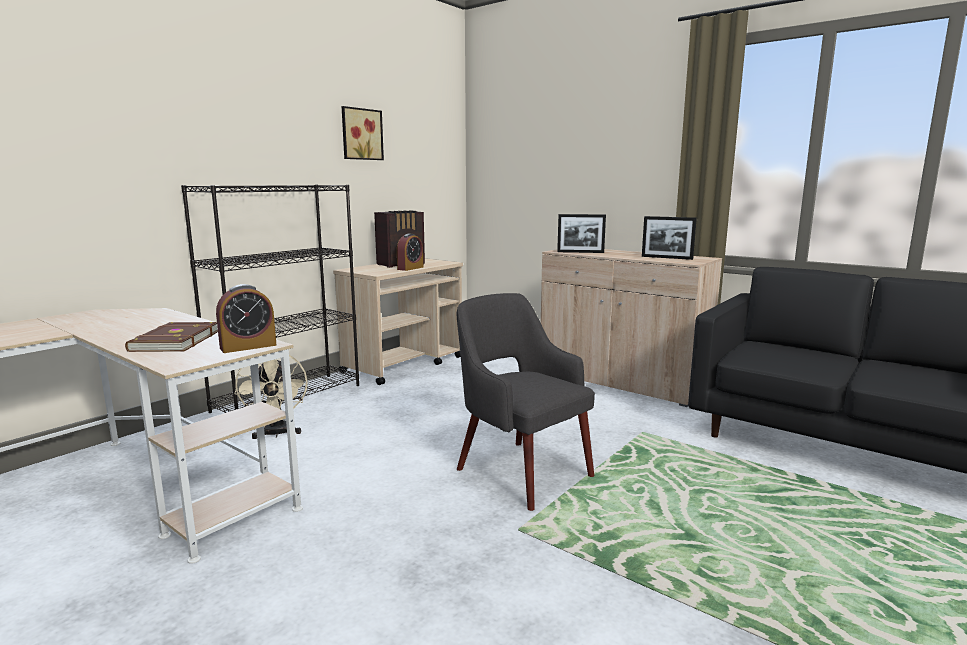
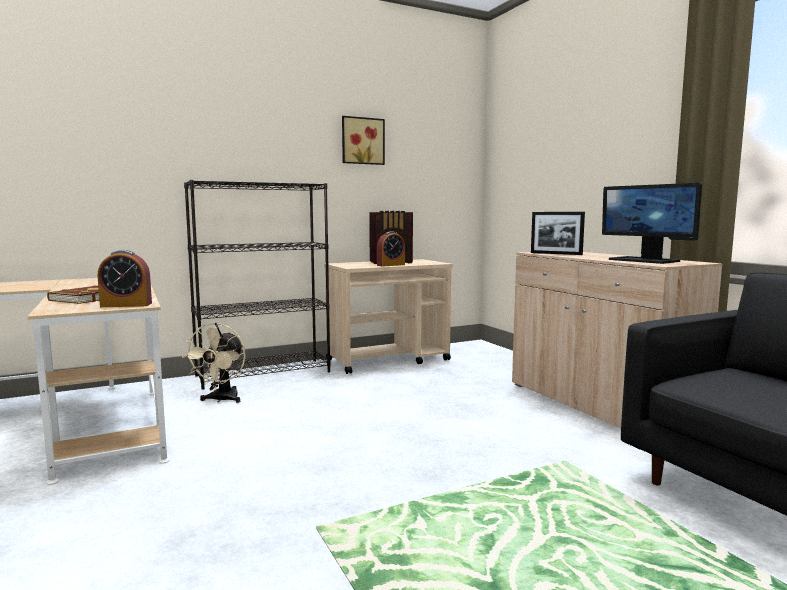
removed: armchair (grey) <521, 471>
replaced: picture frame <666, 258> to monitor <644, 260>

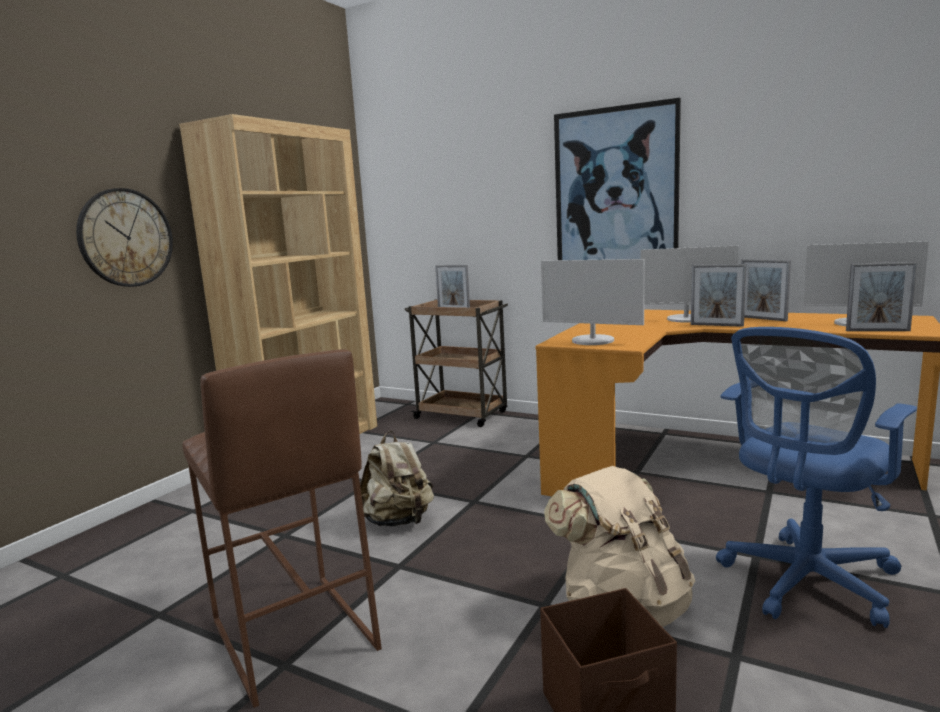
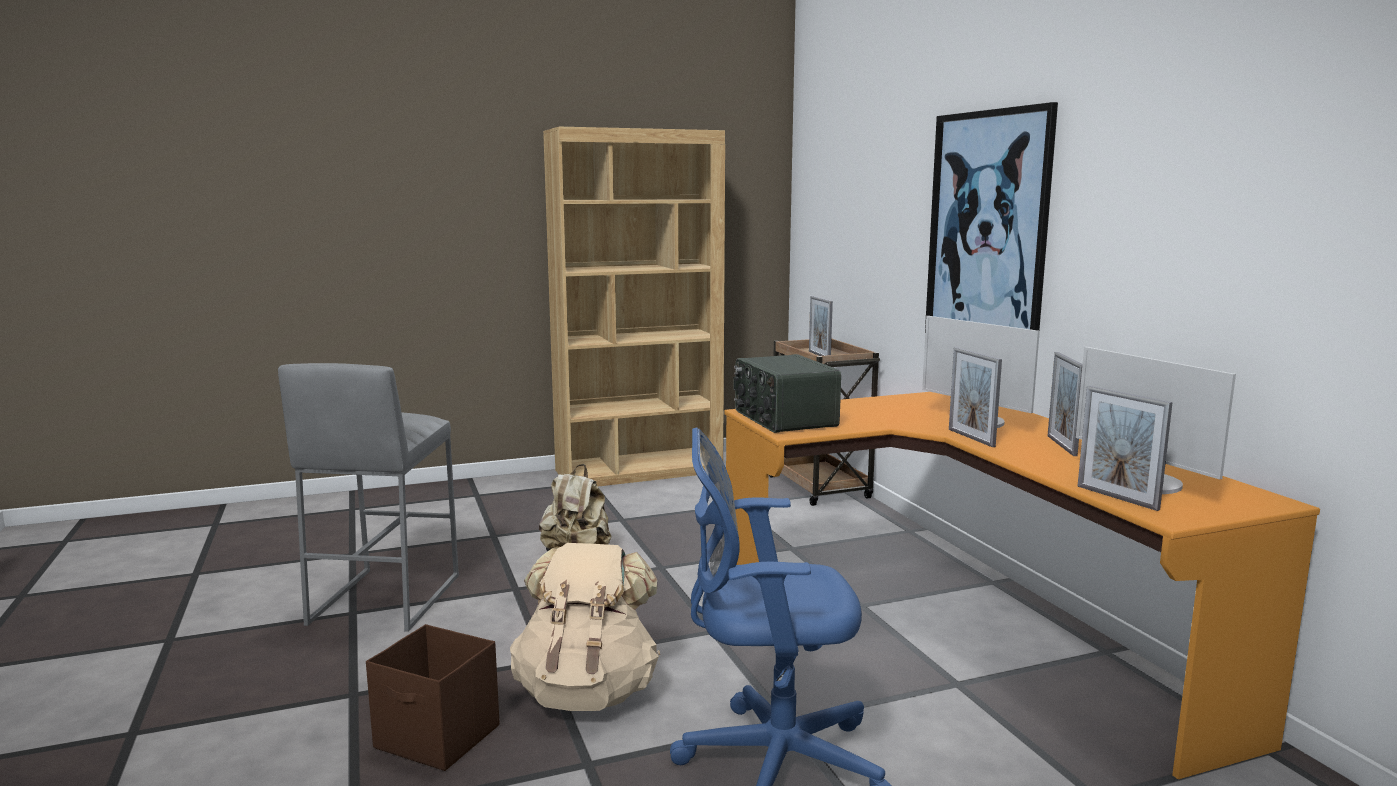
removed: wall clock <126, 238>
replaced: monitor <593, 341> to radio <783, 419>
recoloured: stool (brown) <292, 636> to stool (grey) <383, 599>

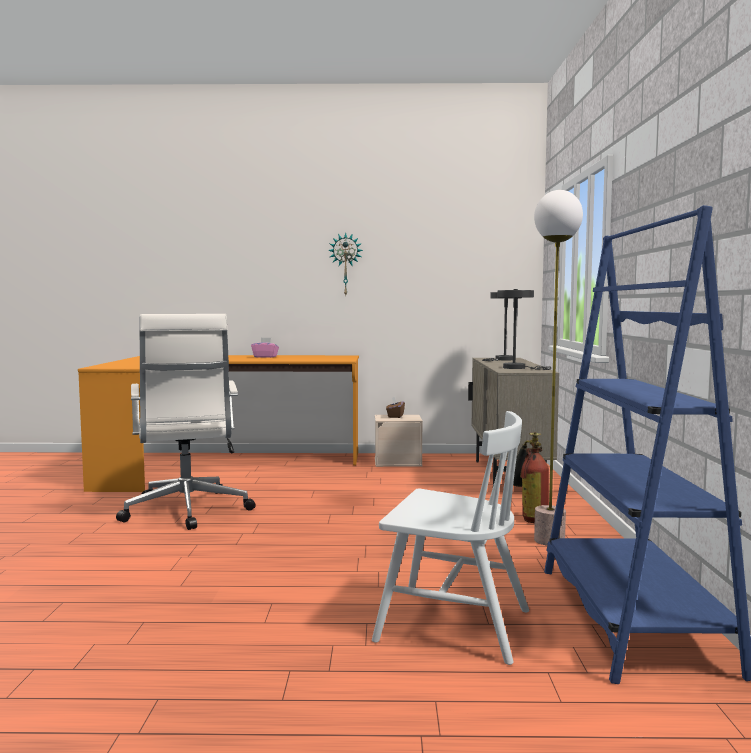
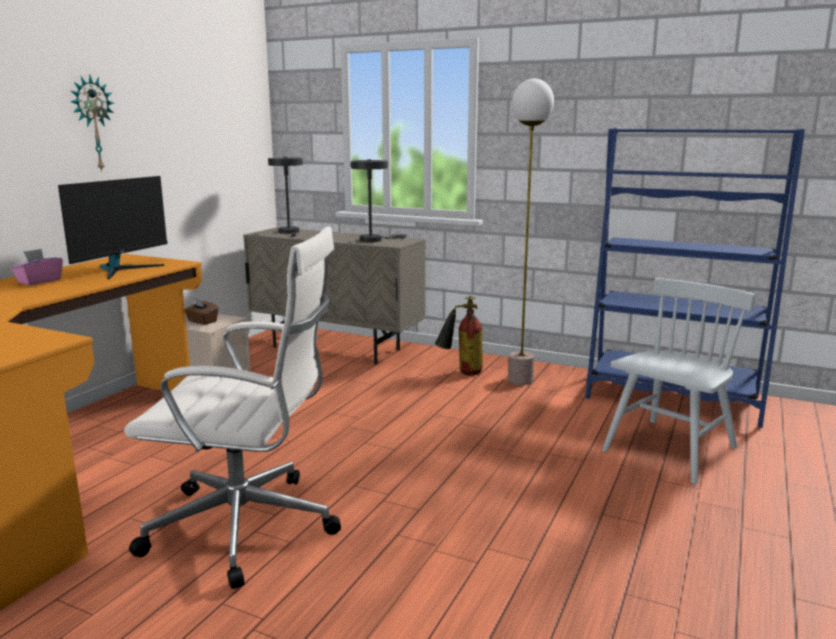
added: monitor <121, 270>

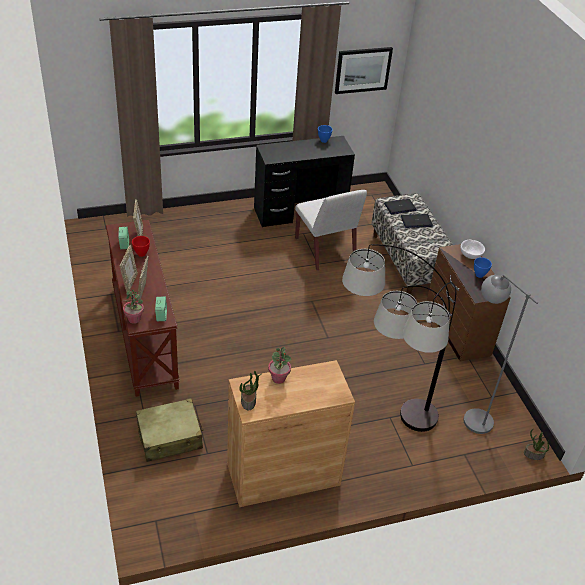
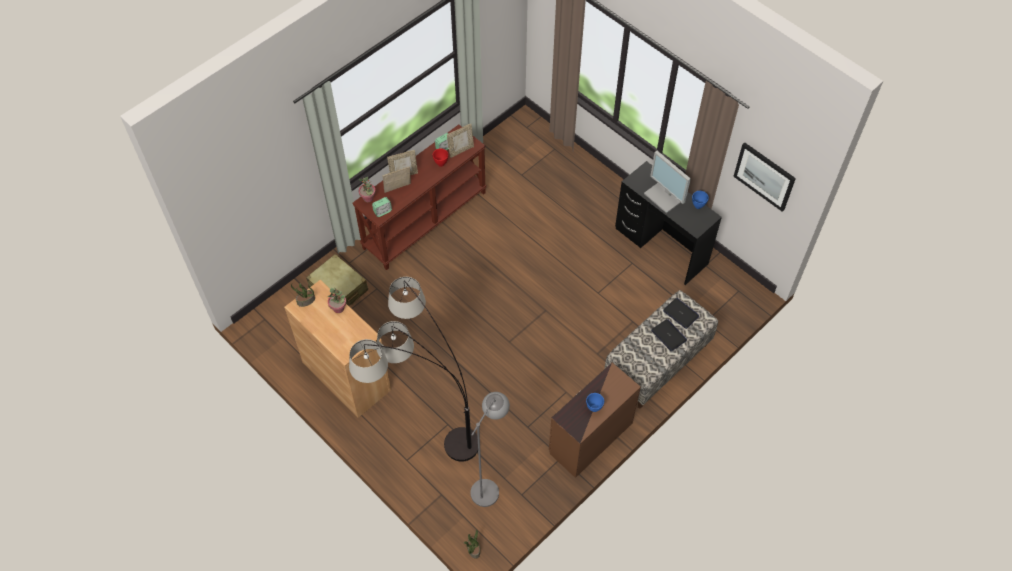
removed: chair (white) <325, 250>; bowl (white) <470, 255>
added: monitor <666, 196>

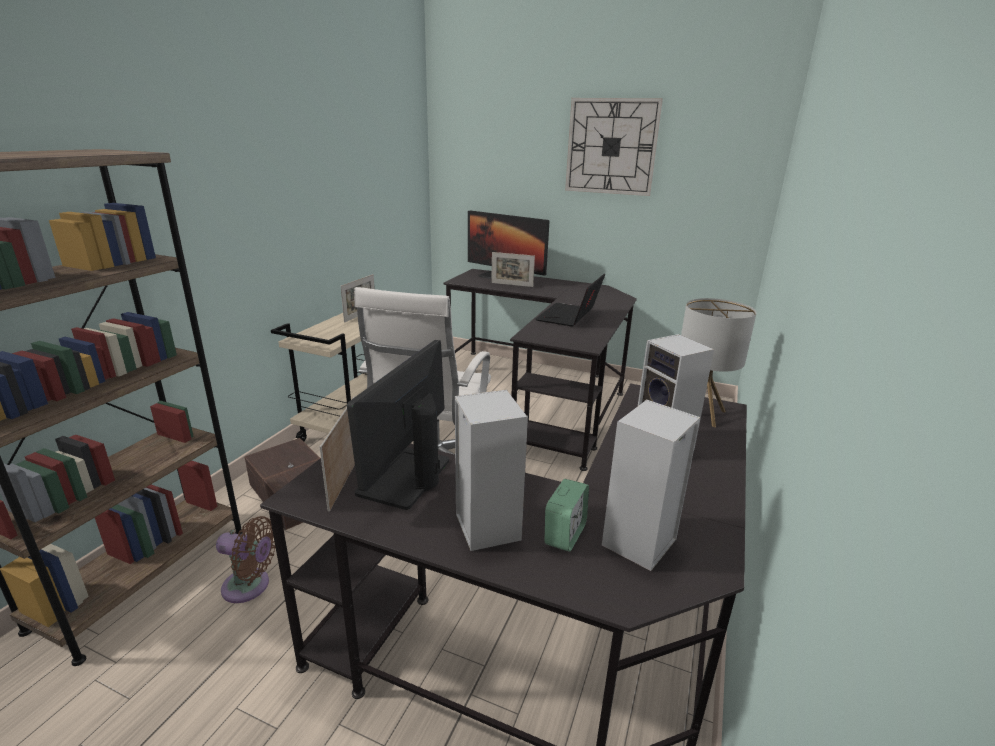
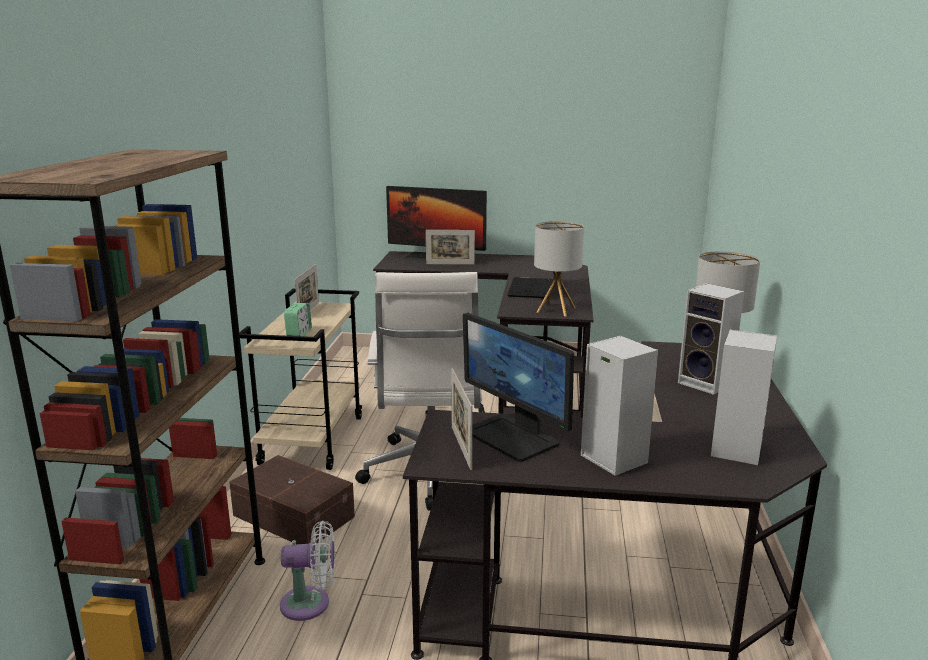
removed: wall clock <611, 147>
added: table lamp <555, 310>
moved: alarm clock <565, 534> to <299, 333>
recoloured: fan (brown) <250, 586> to fan (white) <310, 604>
turned: monitor <406, 477> = <512, 437> 45 degrees counterclockwise

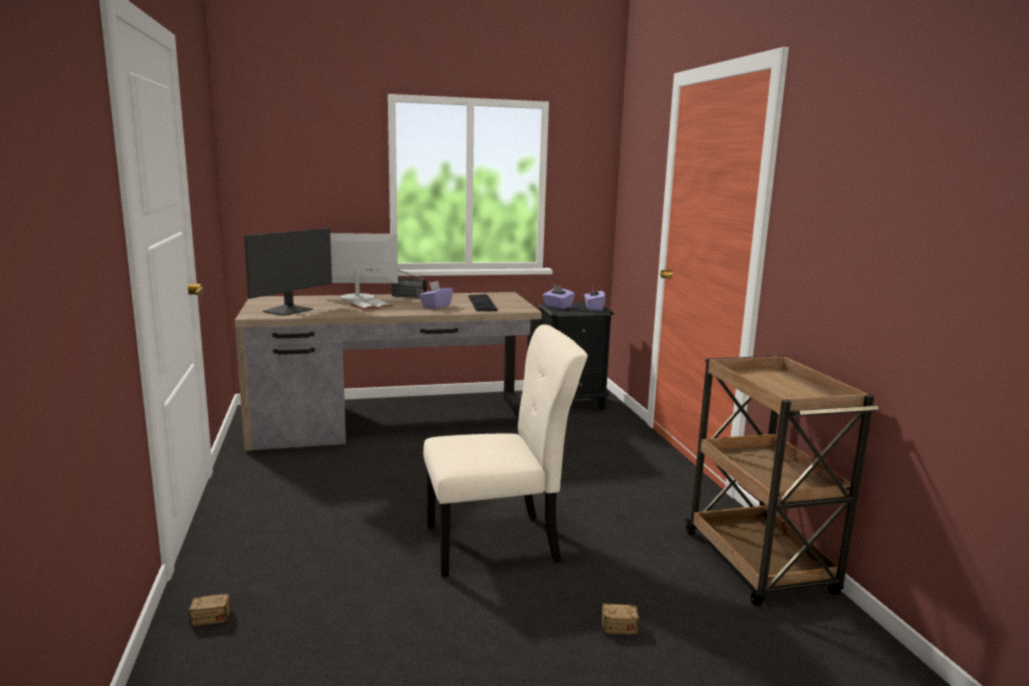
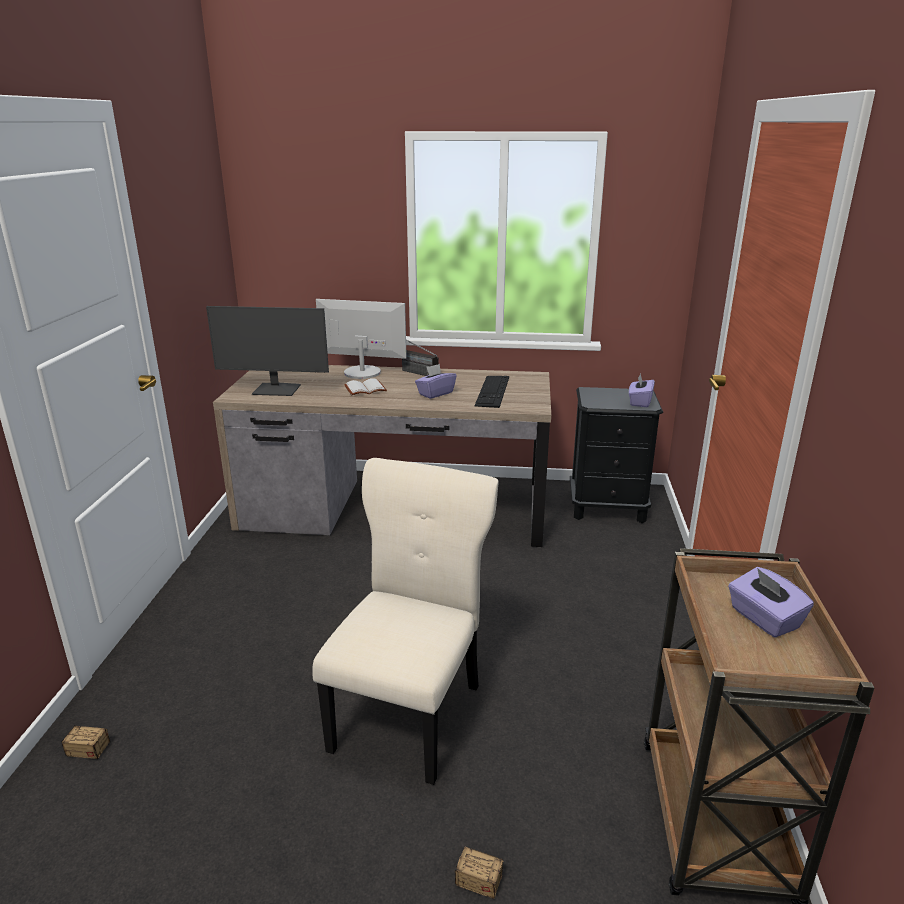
moved: tissue box (purple) <558, 306> to <763, 619>
turned: monitor <289, 310> = <276, 390> 45 degrees clockwise; chair (beige) <498, 544> = <411, 712> 75 degrees counterclockwise

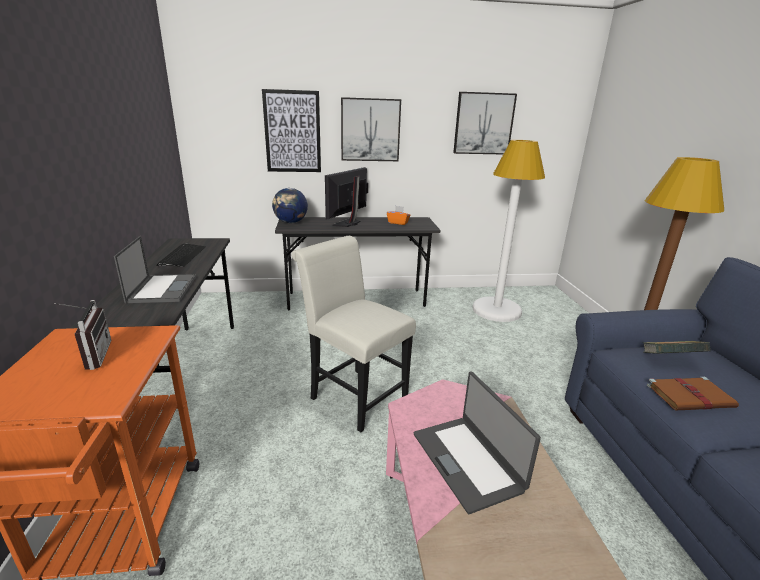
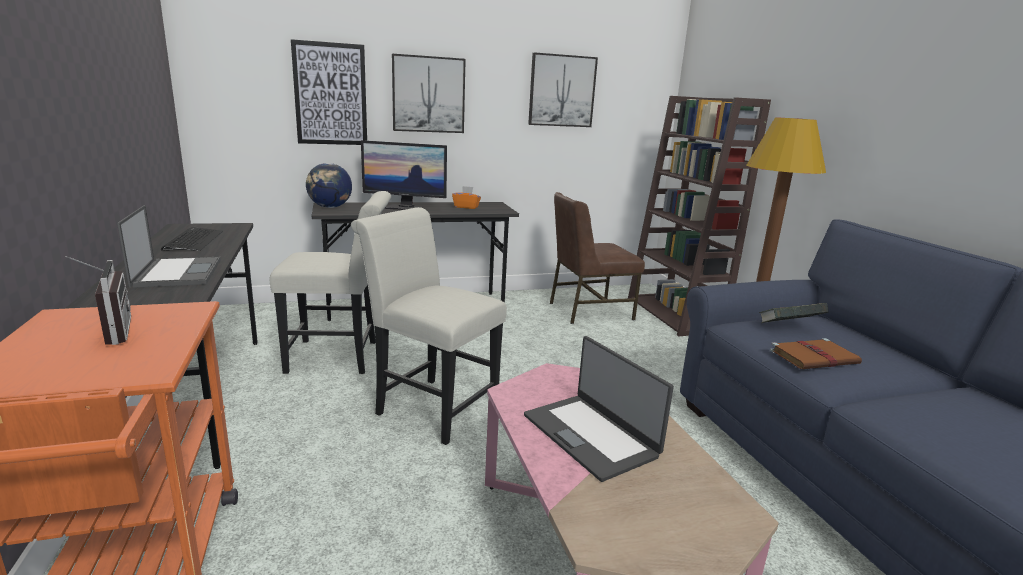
added: chair (white) <340, 357>; bookcase (brown) <675, 315>
replaced: floor lamp (white) <496, 310> to chair (brown) <588, 310>
turned: monitor <348, 223> = <405, 207> 105 degrees counterclockwise

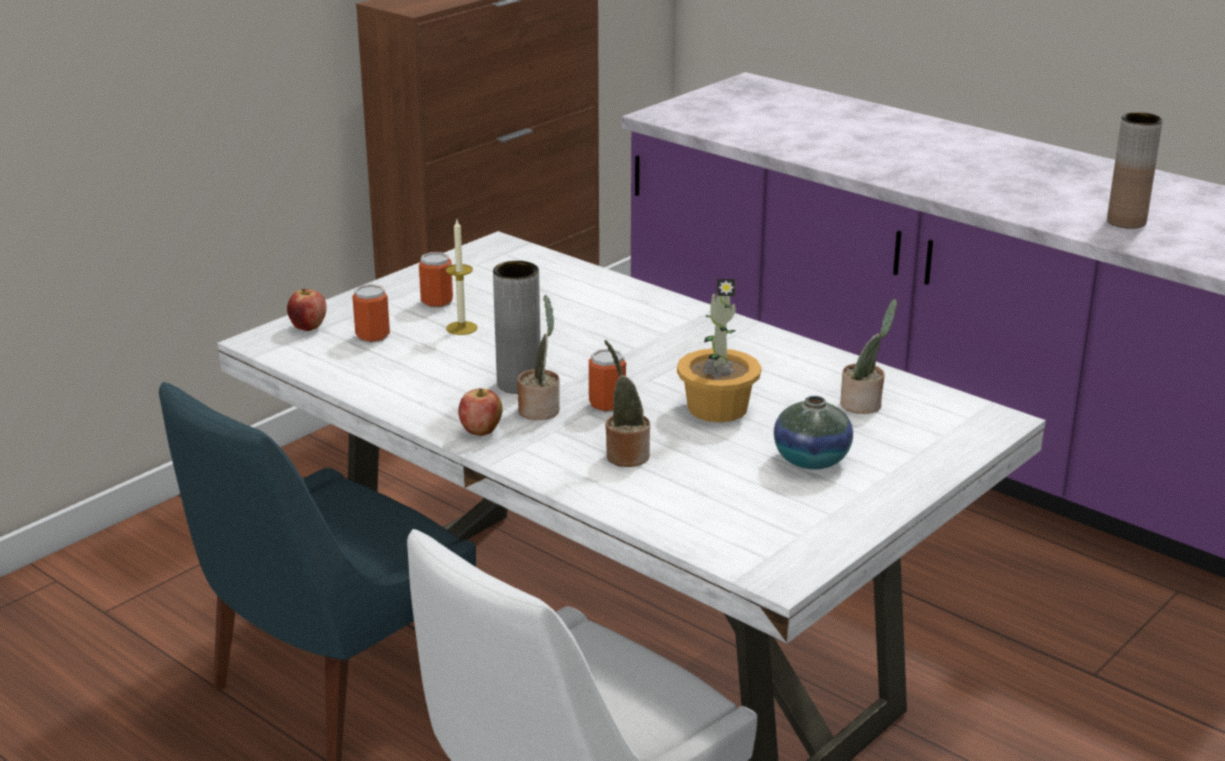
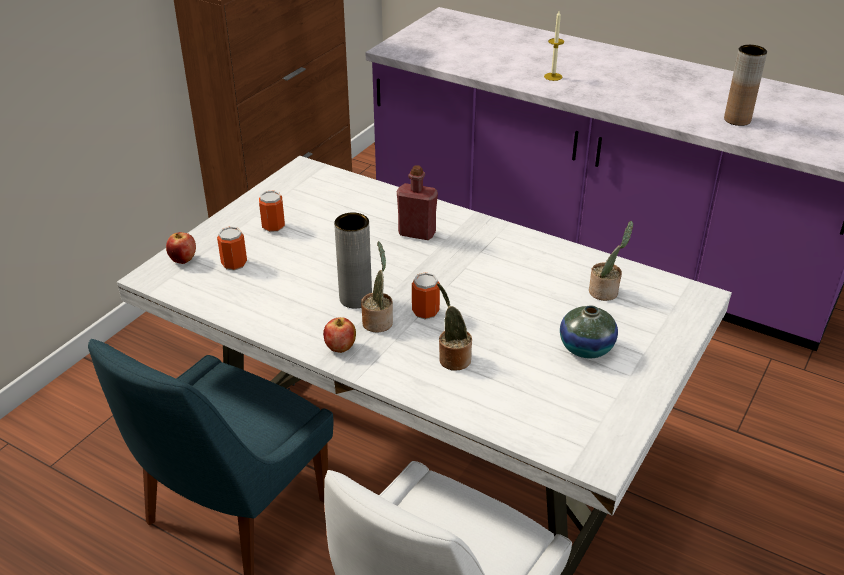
removed: potted plant <717, 407>
added: bottle (red) <417, 233>
moved: candle <461, 328> to <553, 76>

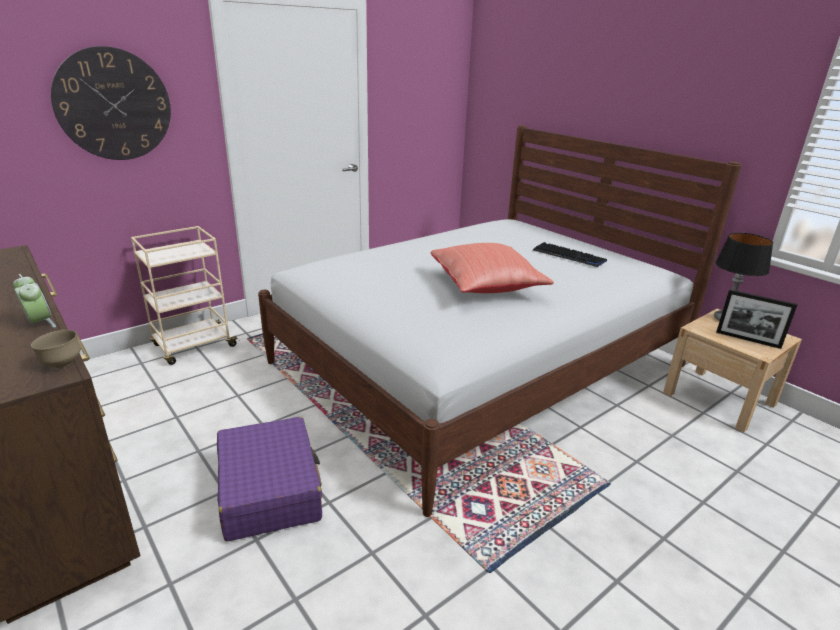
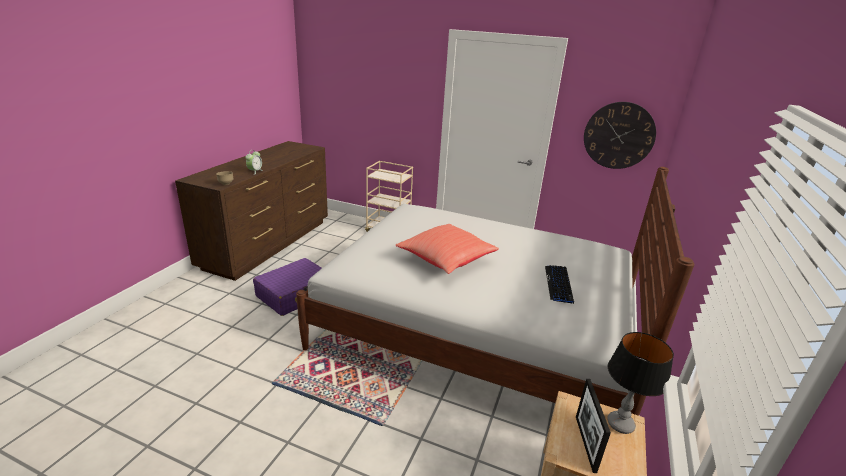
moved: wall clock <113, 105> to <618, 135>

